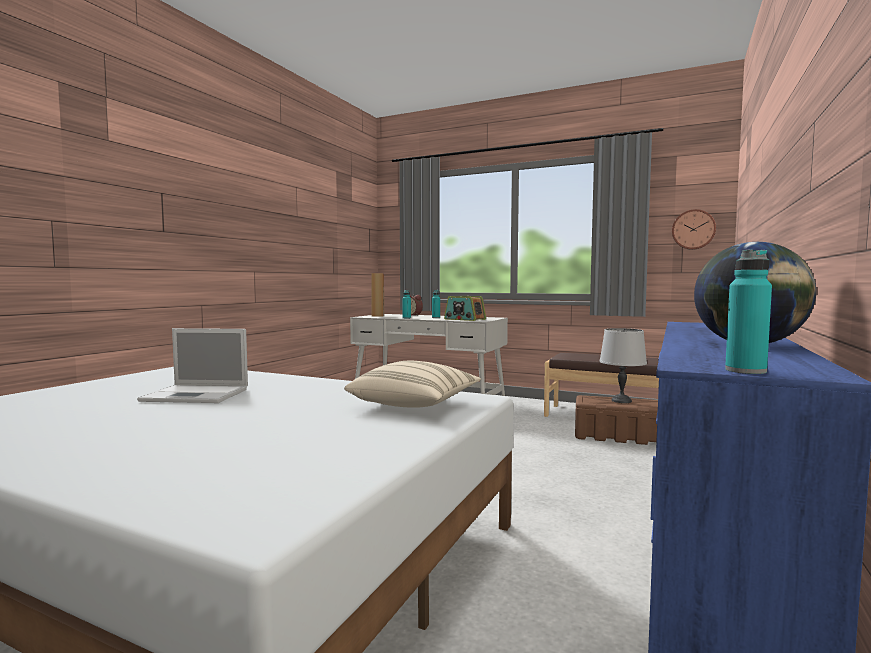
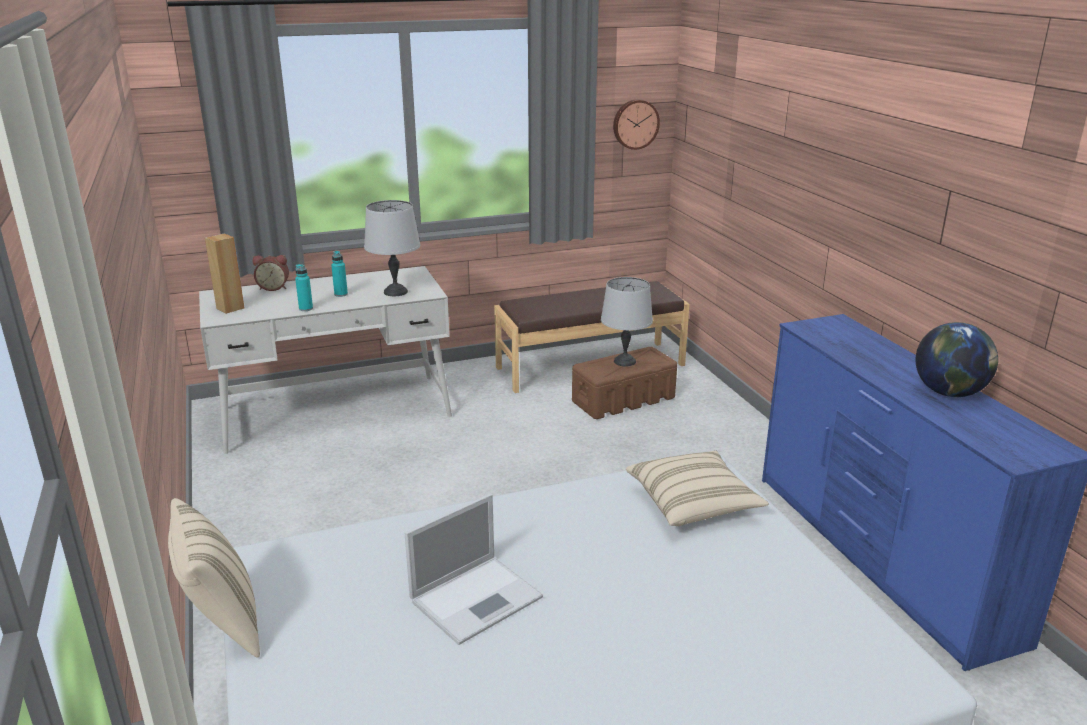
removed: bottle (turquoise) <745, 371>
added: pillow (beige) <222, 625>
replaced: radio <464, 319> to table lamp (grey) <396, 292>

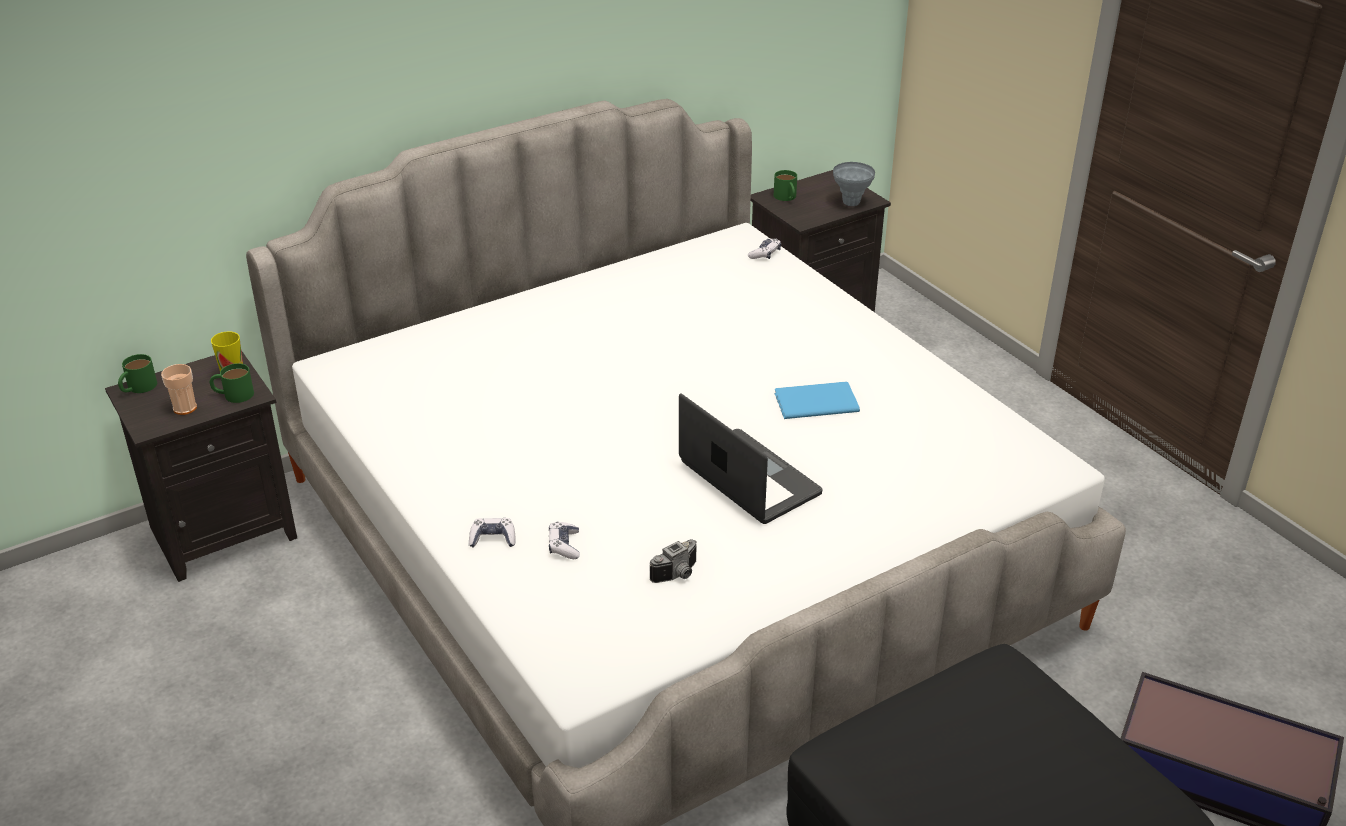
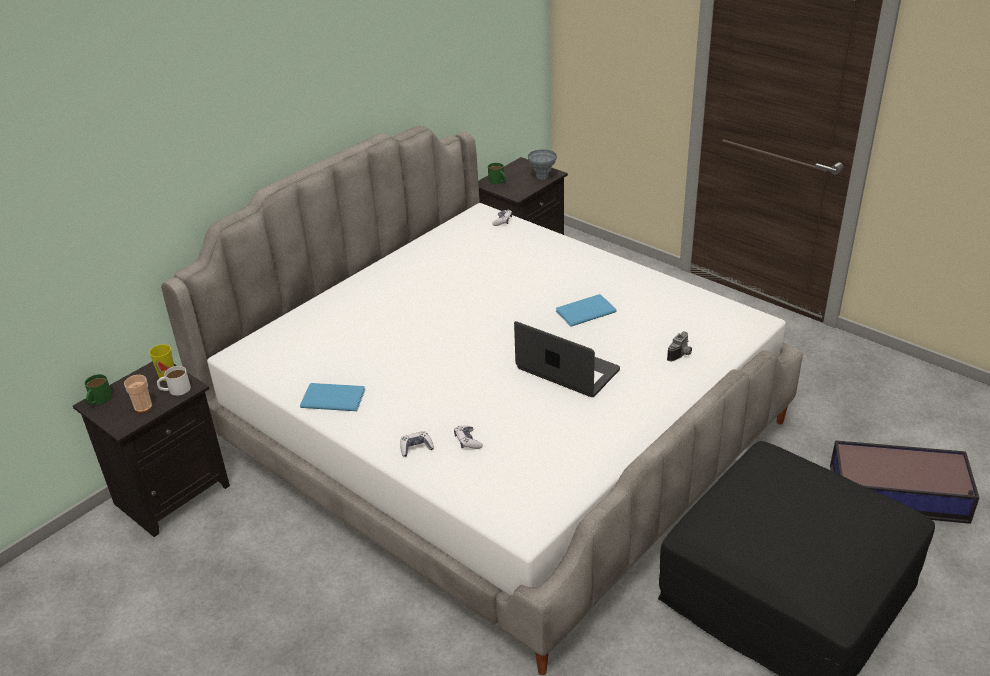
added: book (blue) <332, 397>
moved: photo camera <678, 575> to <681, 354>
recoloured: mug (green) <233, 394> to mug (white) <175, 390>

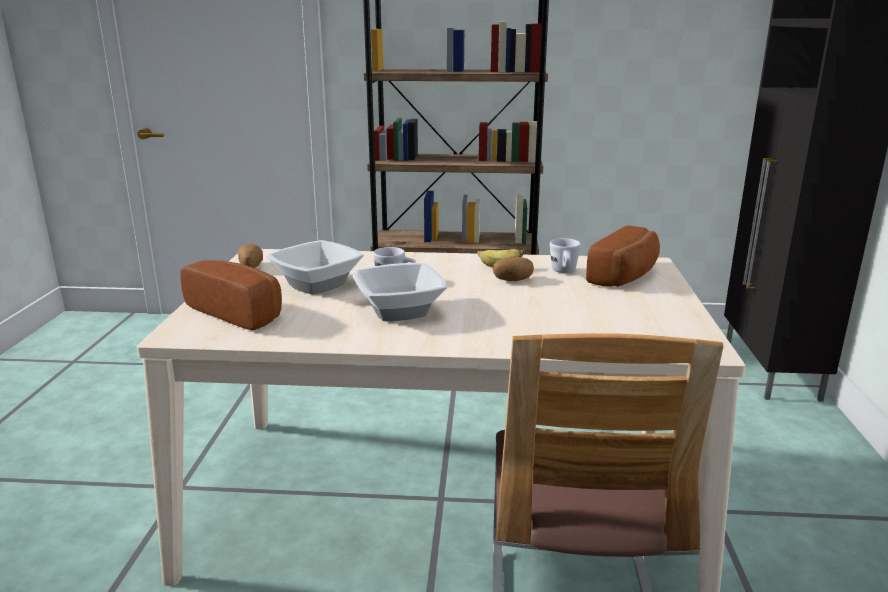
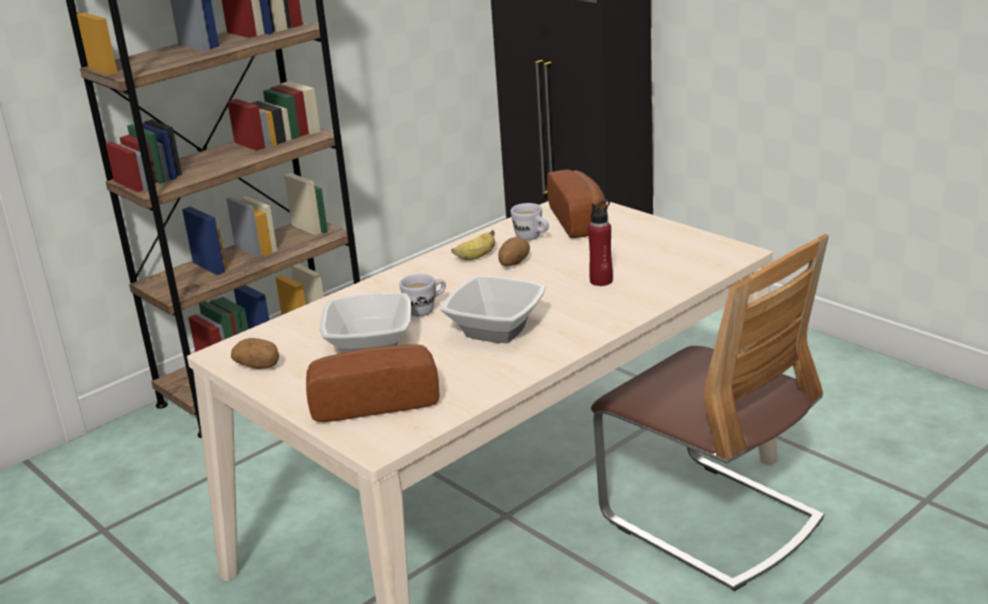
added: bottle (red) <601, 281>

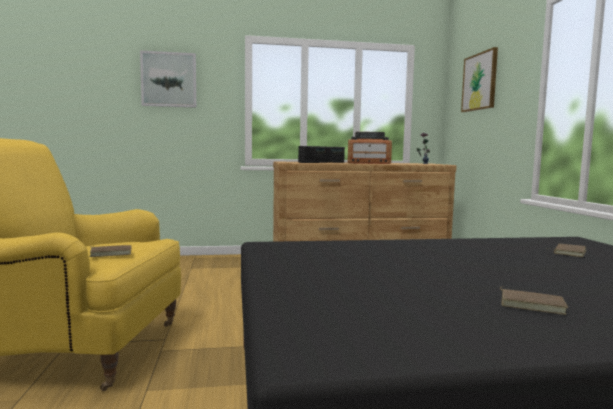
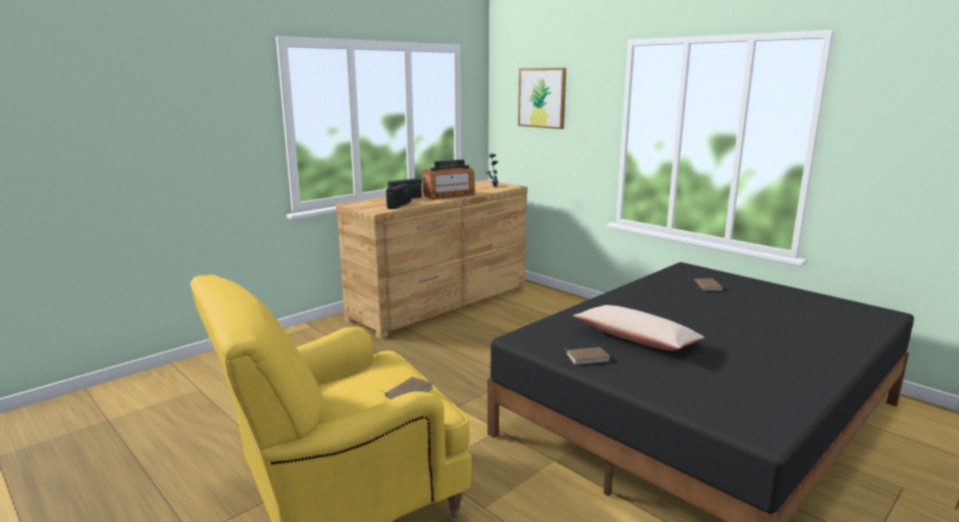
removed: picture <169, 79>
added: pillow (beige) <636, 339>
moved: book (brown) <532, 304> to <587, 357>

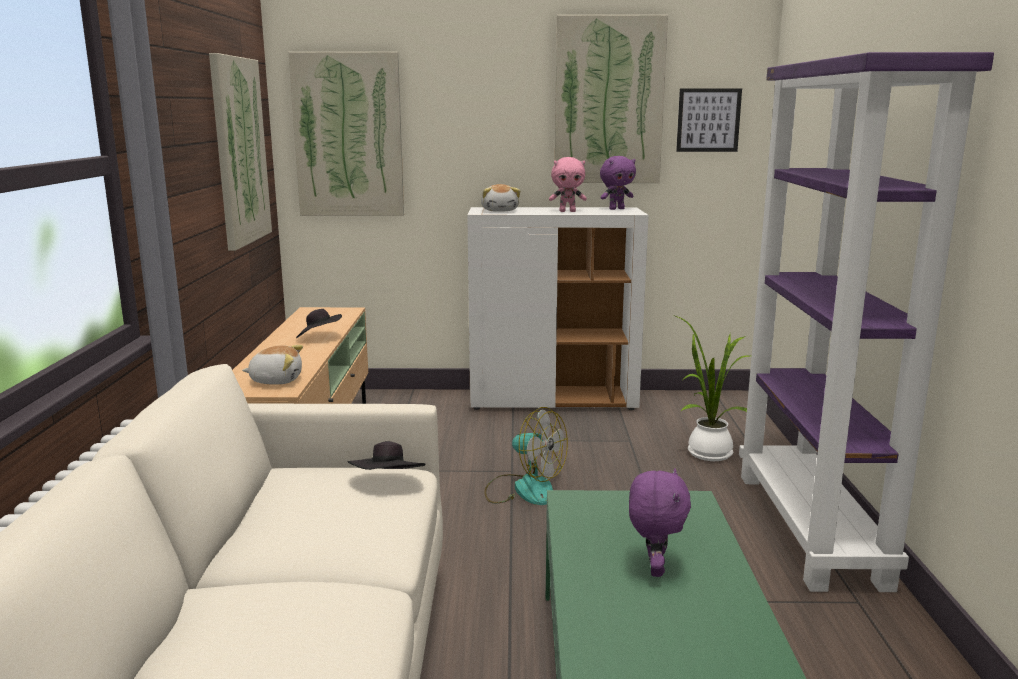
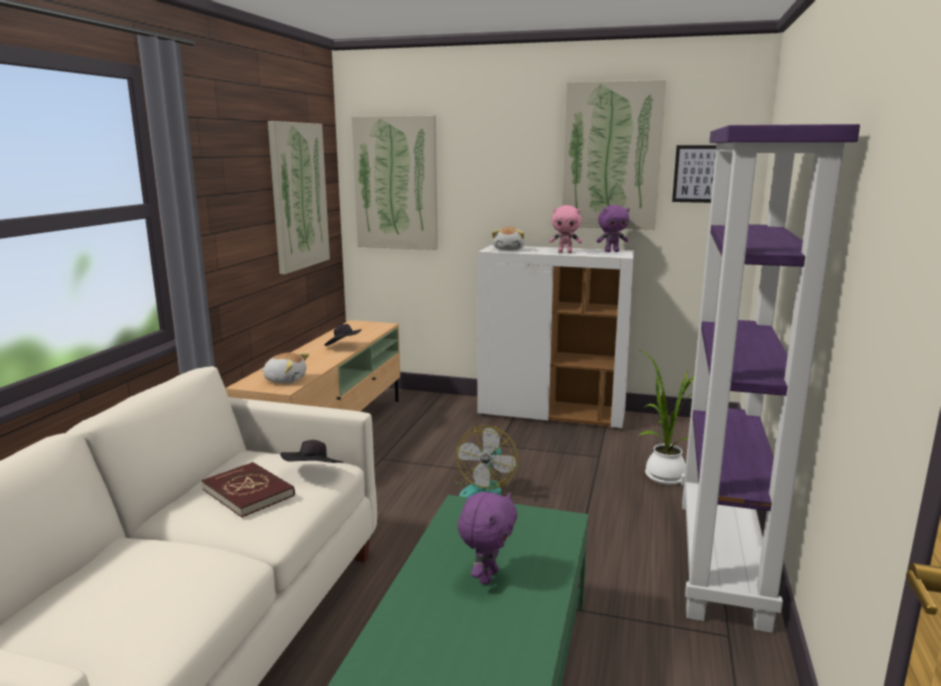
added: book (red) <248, 492>
turned: fan <524, 489> = <484, 488> 60 degrees clockwise

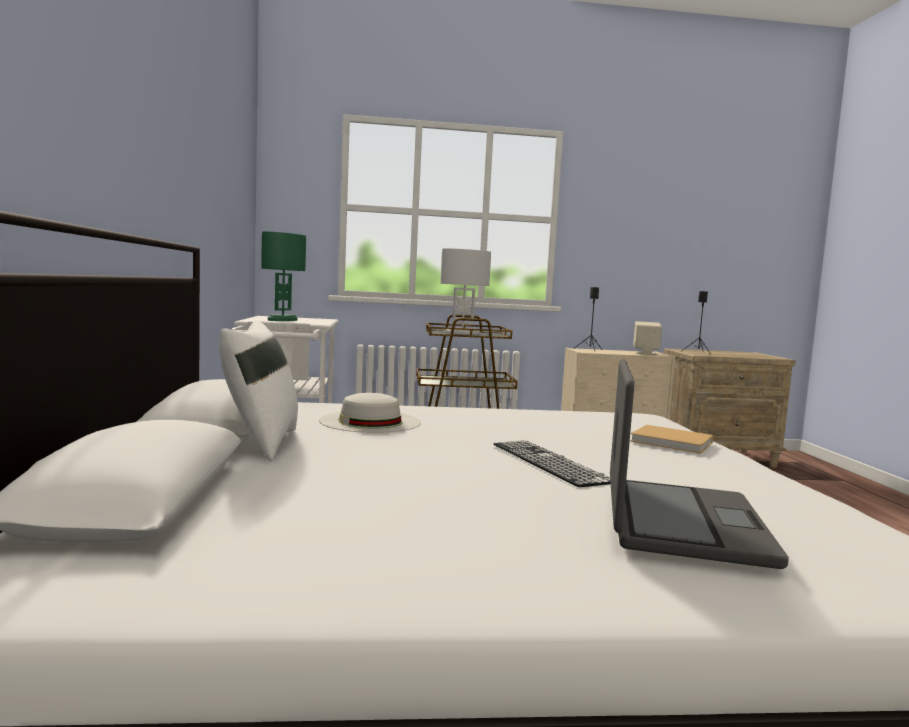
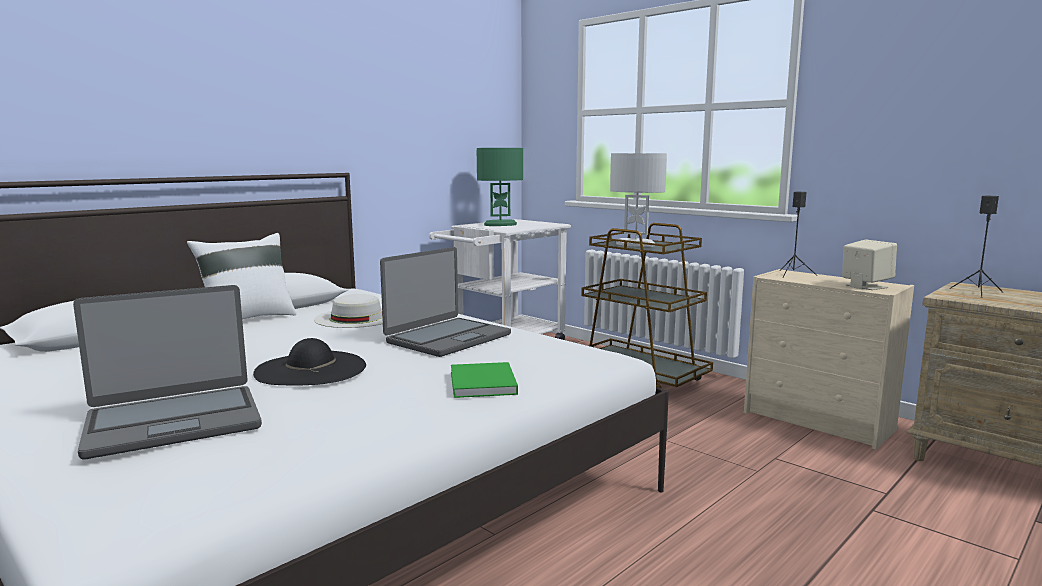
added: laptop <447, 338>
replaced: keyboard <549, 462> to hat (black) <311, 369>
recoloured: book (beige) <674, 442> to book (green) <483, 384>

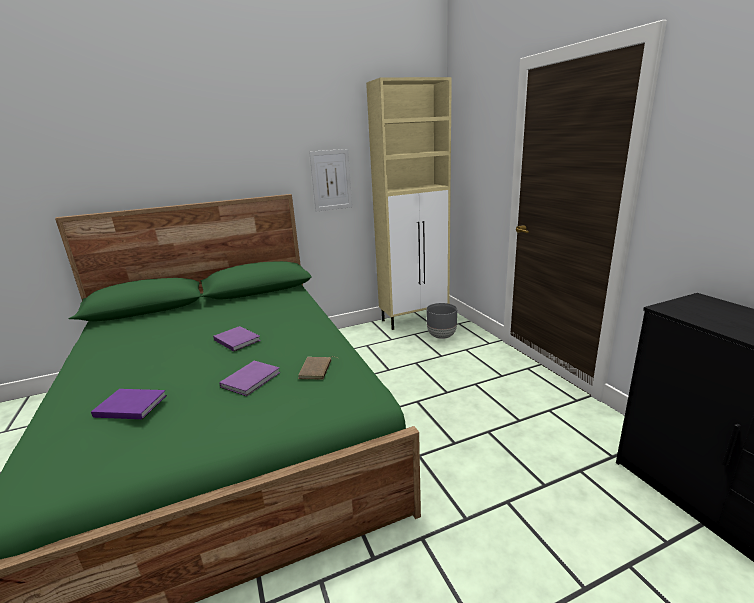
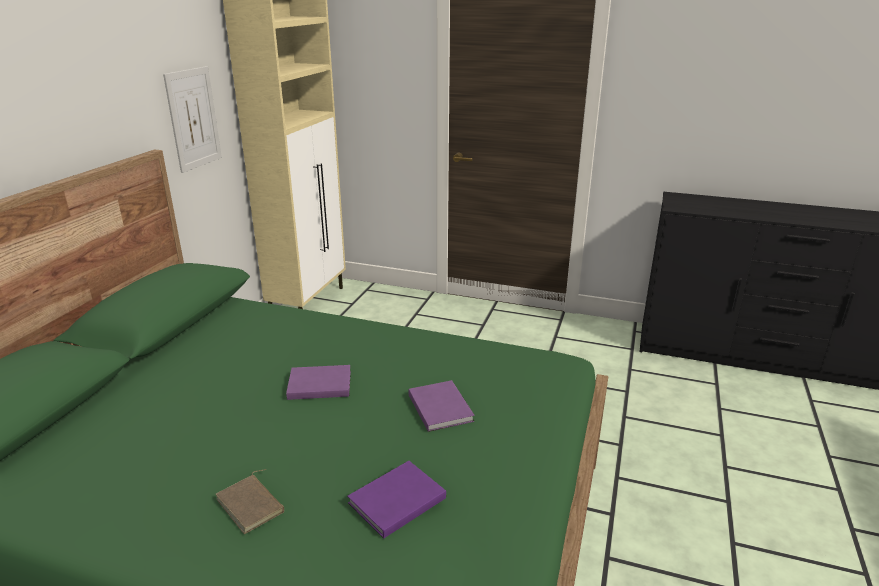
removed: planter (grey) <442, 336>
moved: book (brown) <317, 370> to <252, 505>

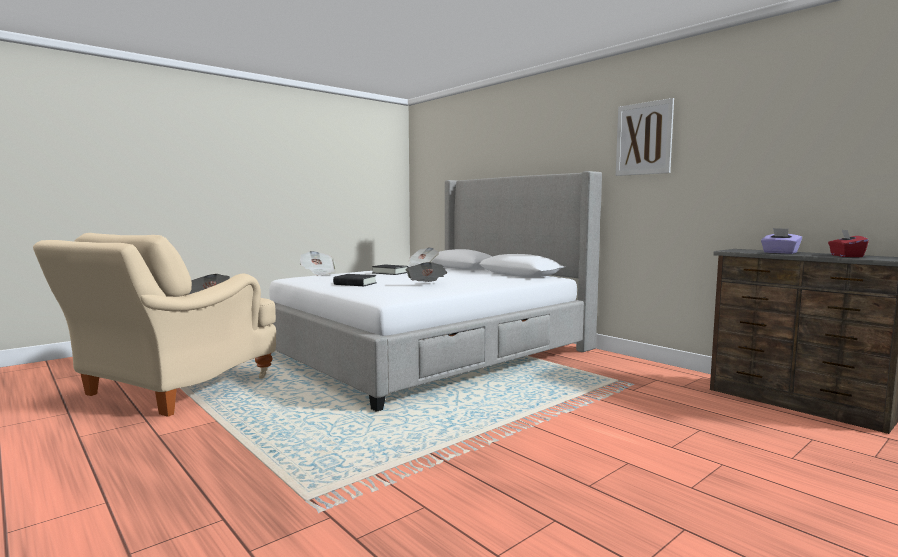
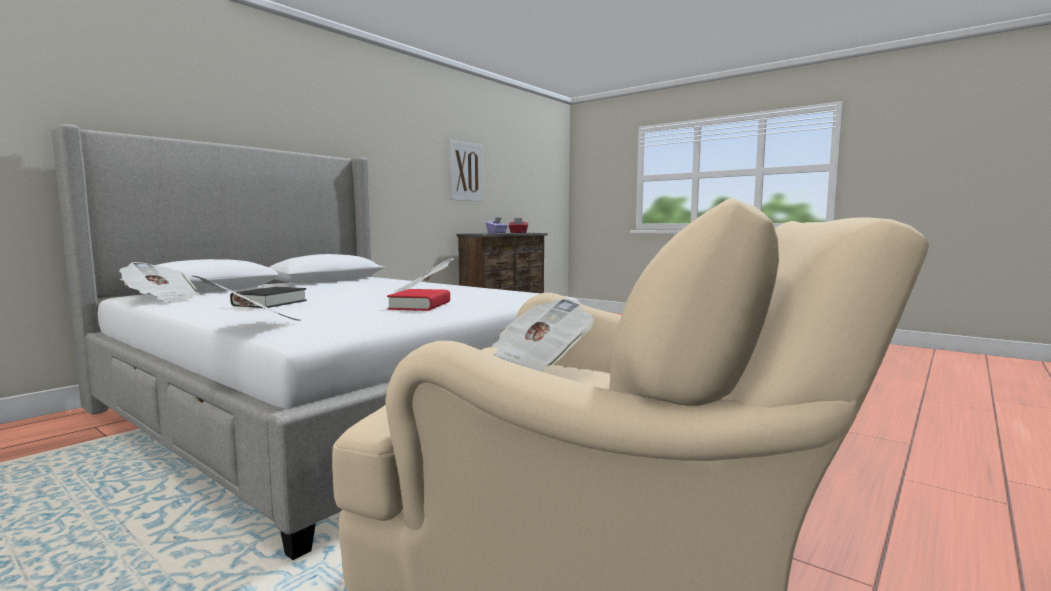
moved: picture <644, 138> to <466, 171>
recoloured: book (black) <355, 284> to book (red) <420, 306>

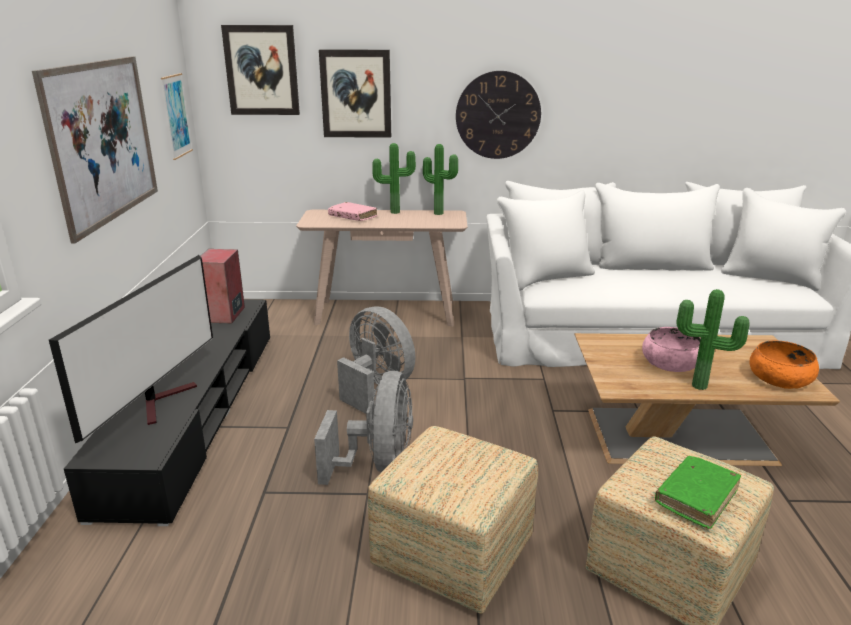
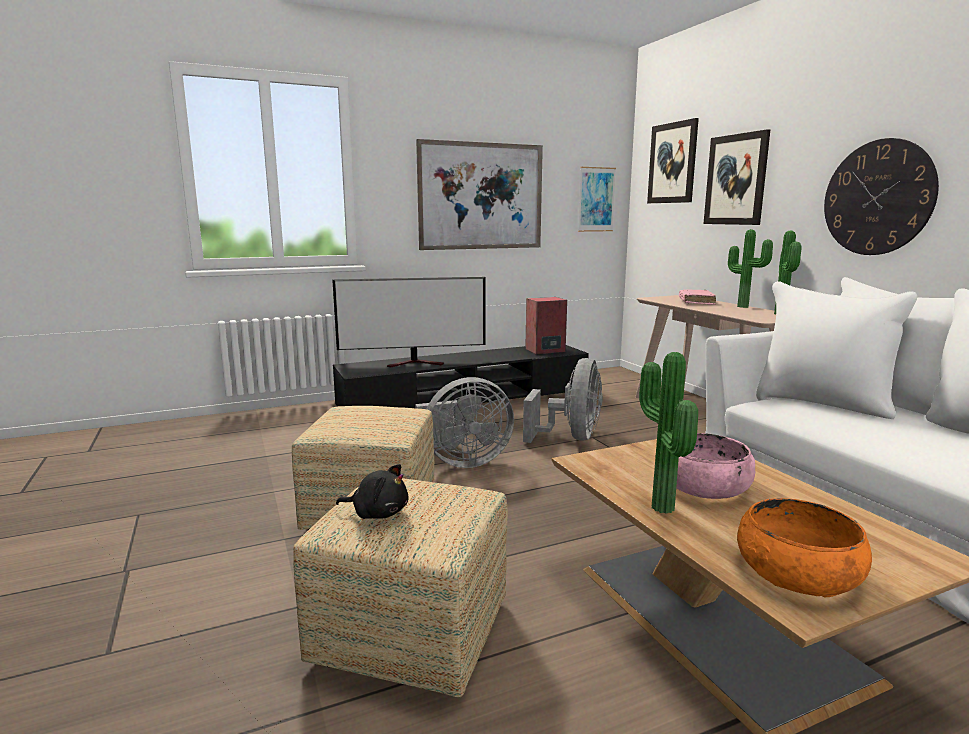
replaced: book (green) <696, 497> to plush toy (black) <378, 513>

